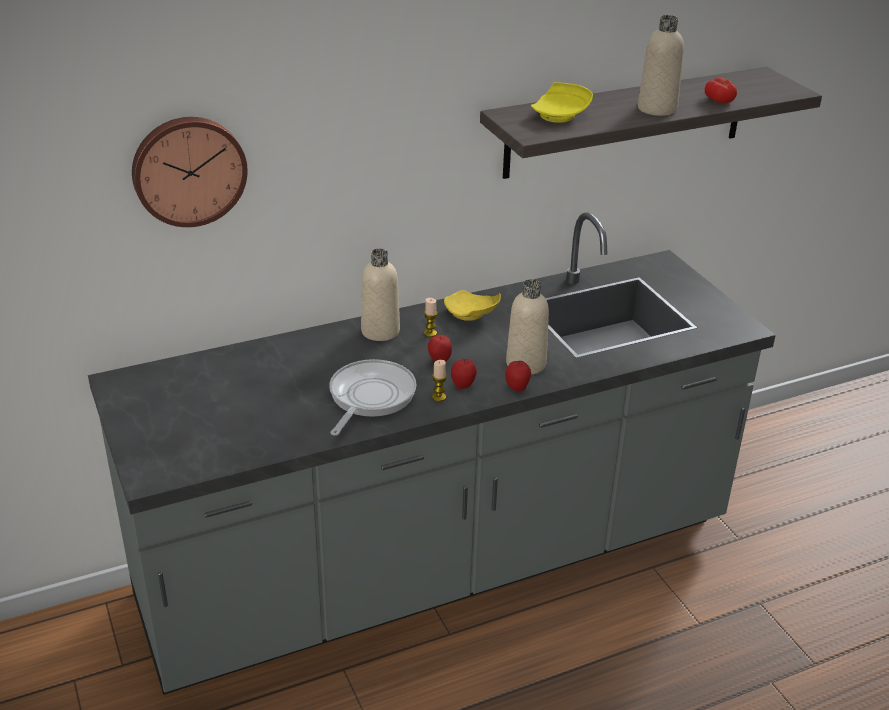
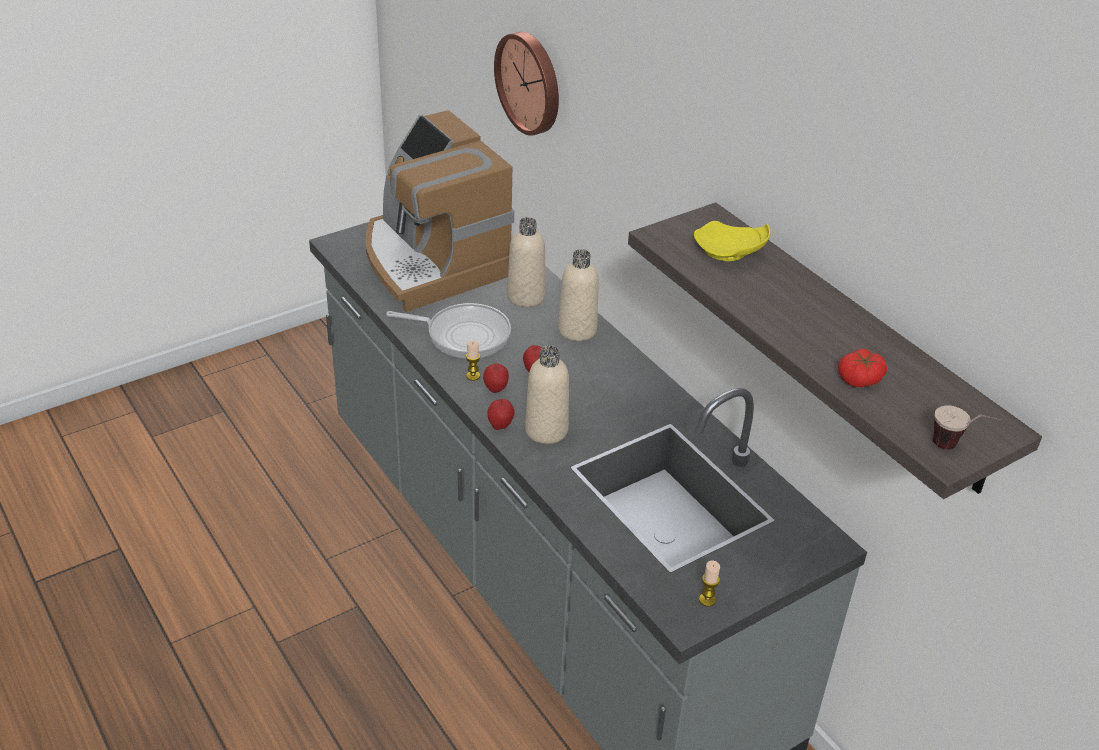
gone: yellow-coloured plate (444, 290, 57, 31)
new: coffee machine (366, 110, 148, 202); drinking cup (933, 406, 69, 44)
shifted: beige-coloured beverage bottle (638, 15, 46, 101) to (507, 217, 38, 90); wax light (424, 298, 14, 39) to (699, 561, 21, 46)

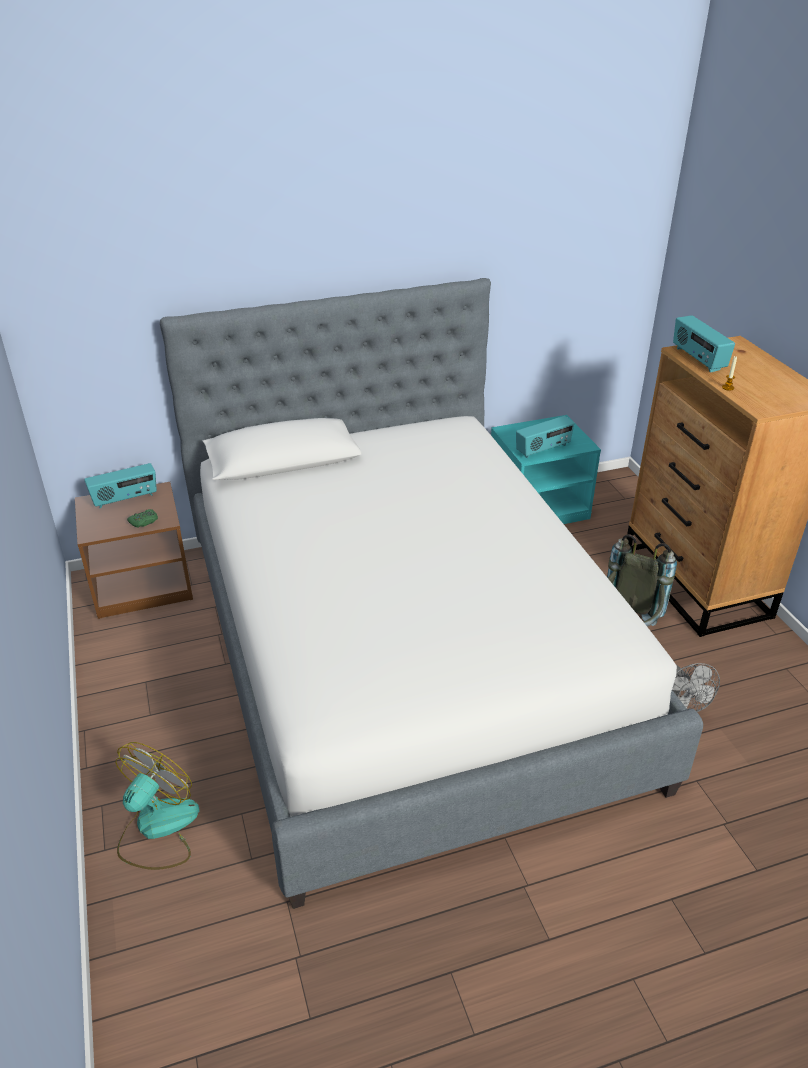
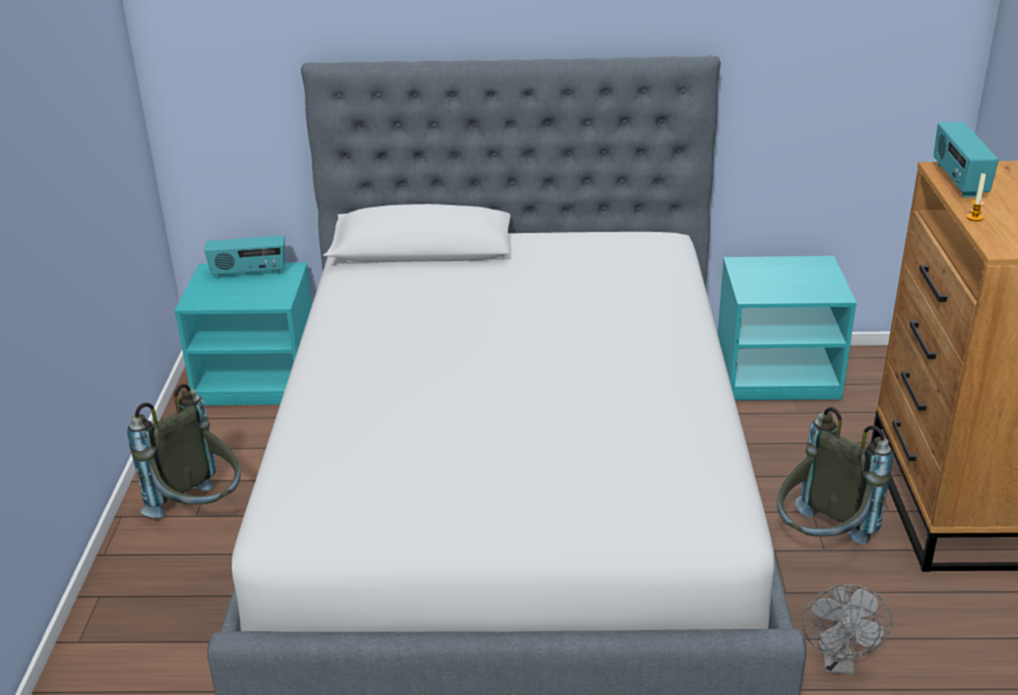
gone: fan (115, 742, 85, 128); greenish gamepad (127, 509, 31, 19); radio receiver (516, 416, 59, 42)
new: gray backpack (127, 384, 114, 134)
repainted: brown night table (75, 482, 118, 137) to turquoise-coloured night table (174, 262, 138, 143)

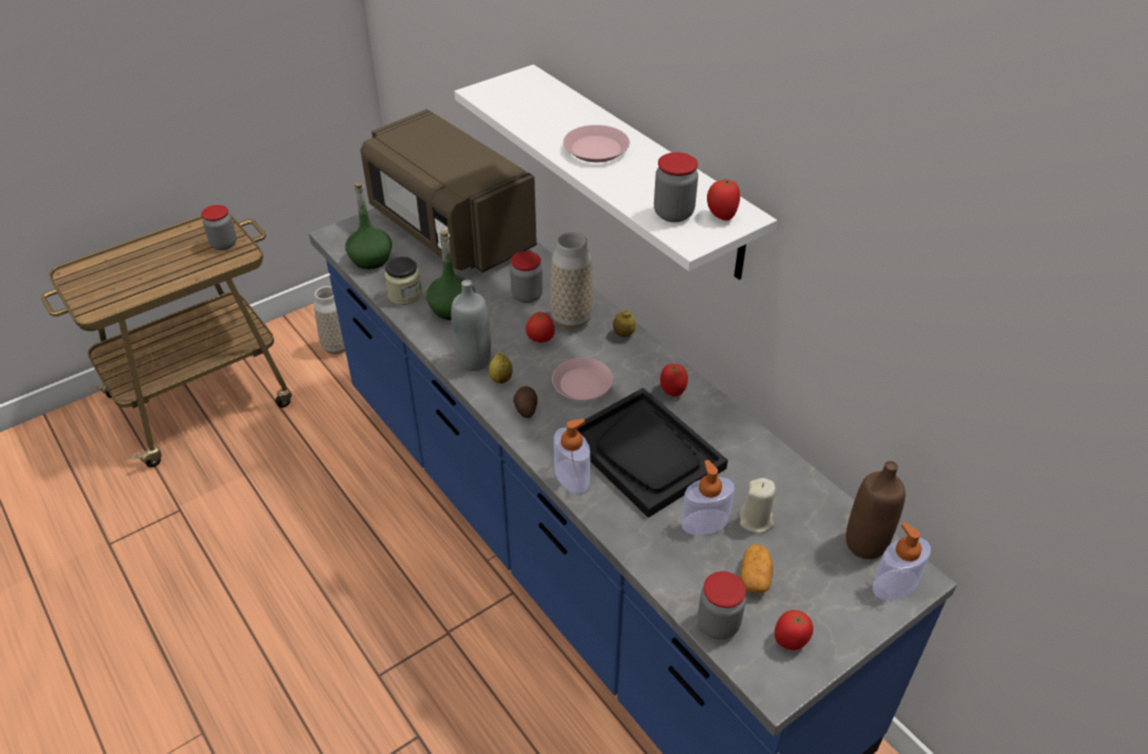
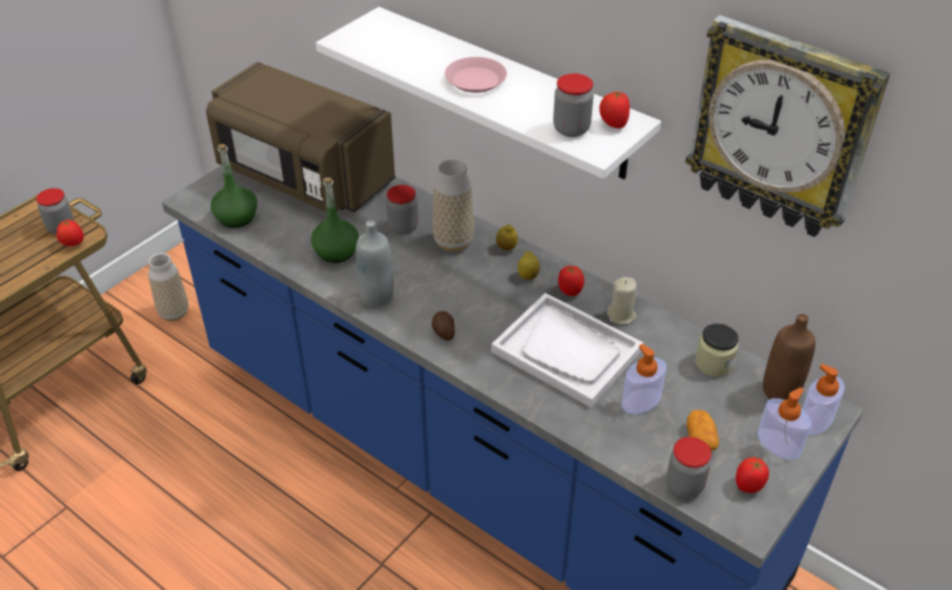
gone: pink plate (552, 358, 61, 42)
new: wall clock (685, 15, 205, 222)
shifted: tomato (526, 312, 29, 31) to (56, 220, 28, 26); whole lemon (489, 352, 24, 32) to (518, 251, 22, 29); beige-coloured wax light (739, 478, 37, 55) to (607, 277, 30, 48); preserve jar (384, 257, 38, 48) to (695, 323, 44, 54); soap bottle (554, 418, 36, 75) to (757, 387, 55, 73)
repainted: blackish tray (577, 388, 151, 130) to white tray (491, 293, 152, 114)

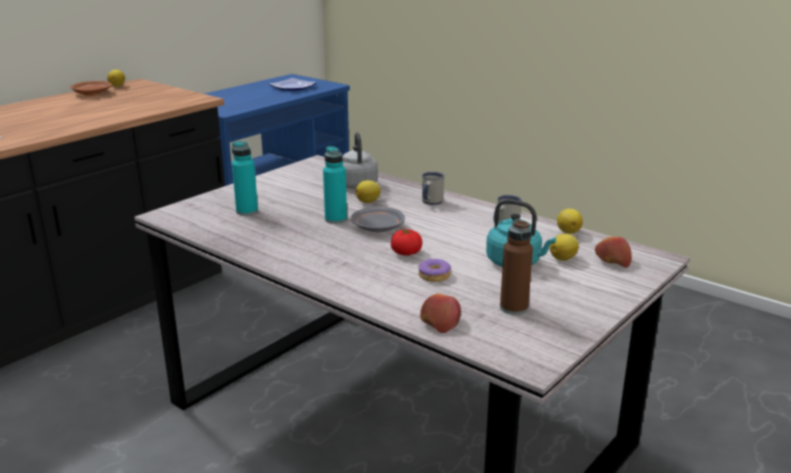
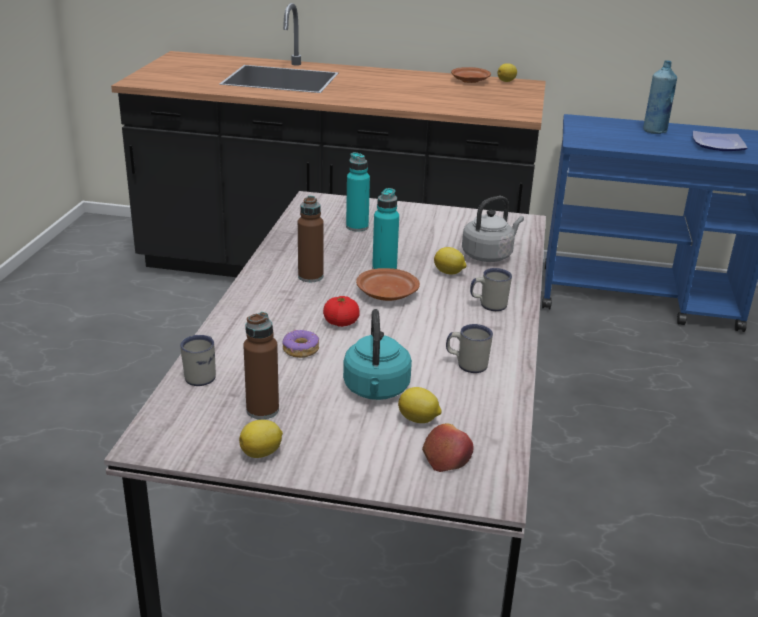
new: brown beverage bottle (298, 196, 26, 86); bluish beverage bottle (643, 61, 34, 73)
shifted: whole lemon (557, 209, 26, 25) to (239, 420, 44, 38)
swapped: apple (420, 293, 41, 40) to white tea mug (180, 335, 36, 51)
repainted: gray plate (351, 207, 54, 25) to brown plate (356, 268, 64, 33)

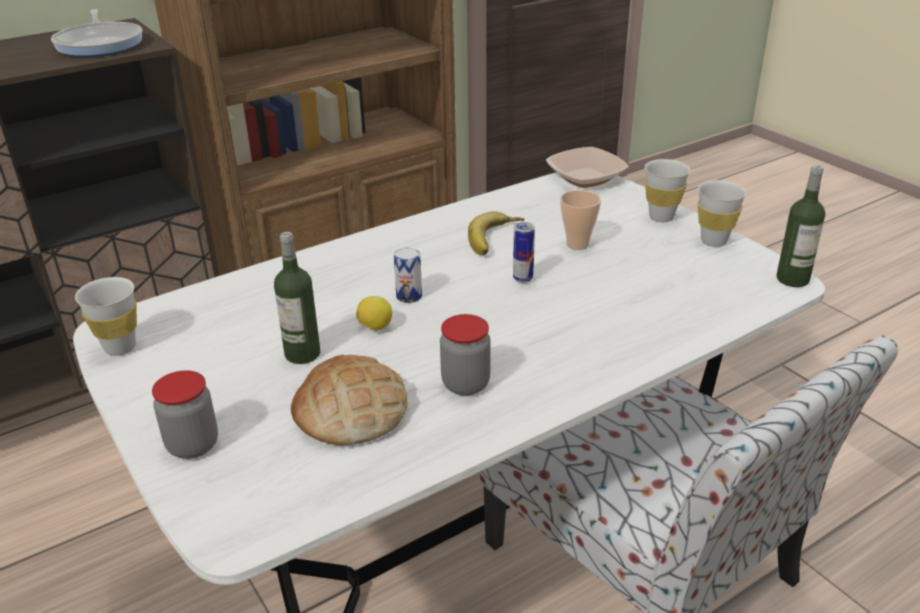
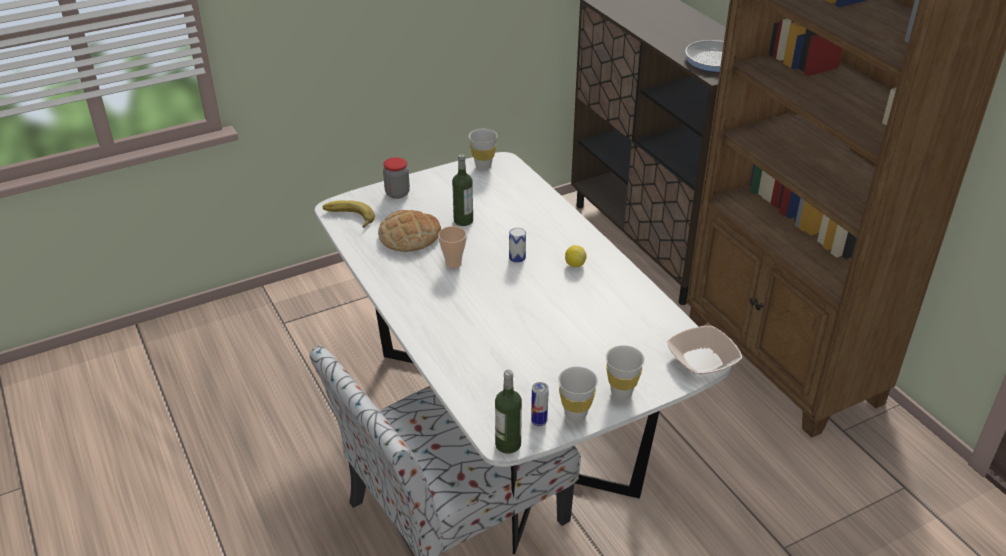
gone: preserve jar (440, 314, 51, 82)
shifted: banana fruit (468, 211, 56, 44) to (323, 201, 52, 27); drinking cup (560, 190, 41, 60) to (438, 226, 29, 42); sealed can (513, 222, 22, 61) to (531, 382, 18, 44); whole lemon (356, 296, 36, 35) to (565, 245, 22, 22)

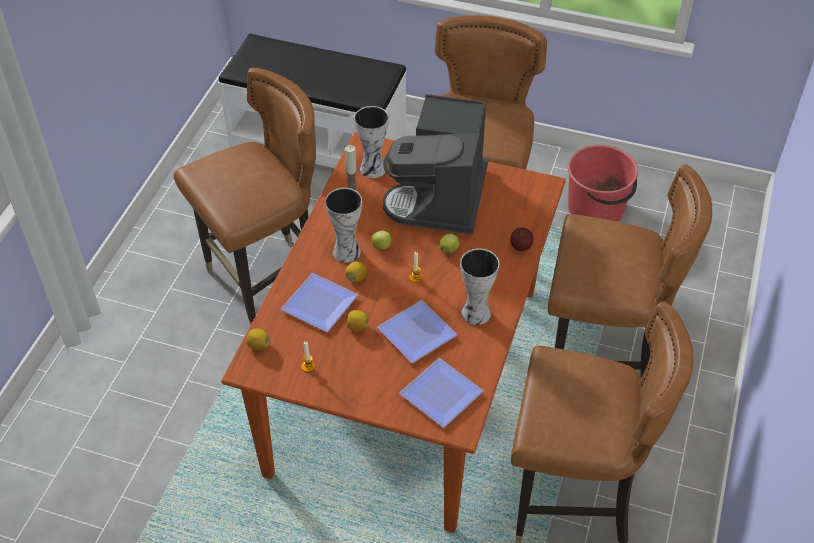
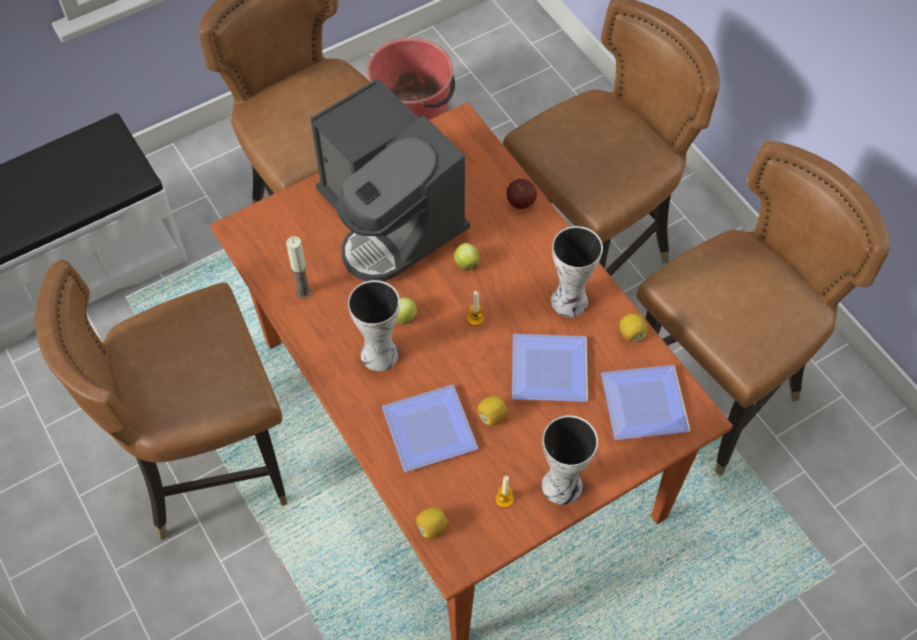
shifted: flower vase (354, 106, 35, 72) to (542, 415, 56, 90); whole lemon (345, 261, 22, 22) to (620, 313, 28, 29)
rotated: brown plain chair (174, 68, 142, 258) = (35, 260, 253, 281) 120 degrees counterclockwise

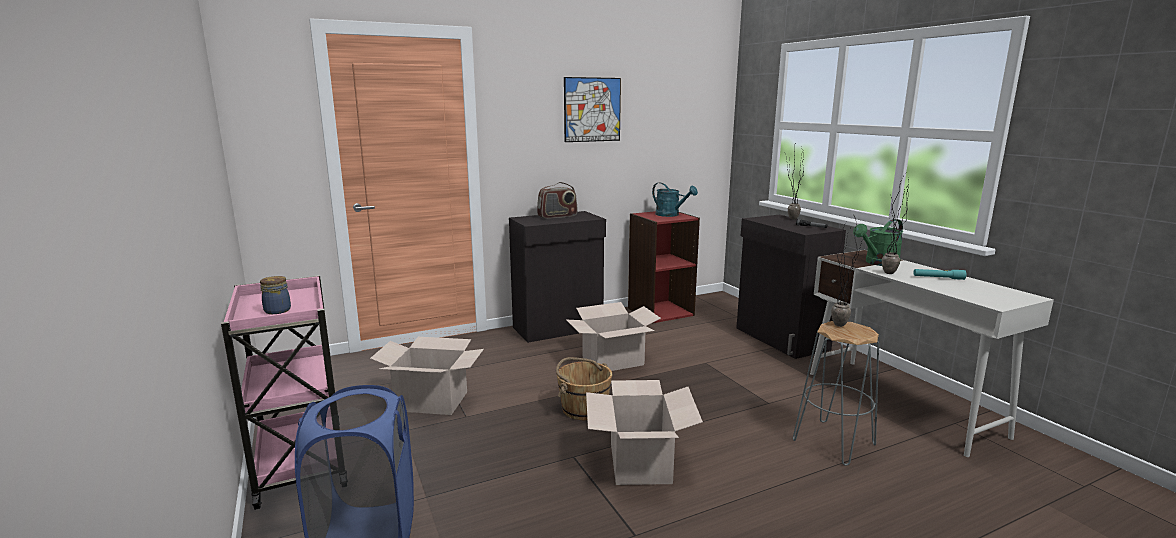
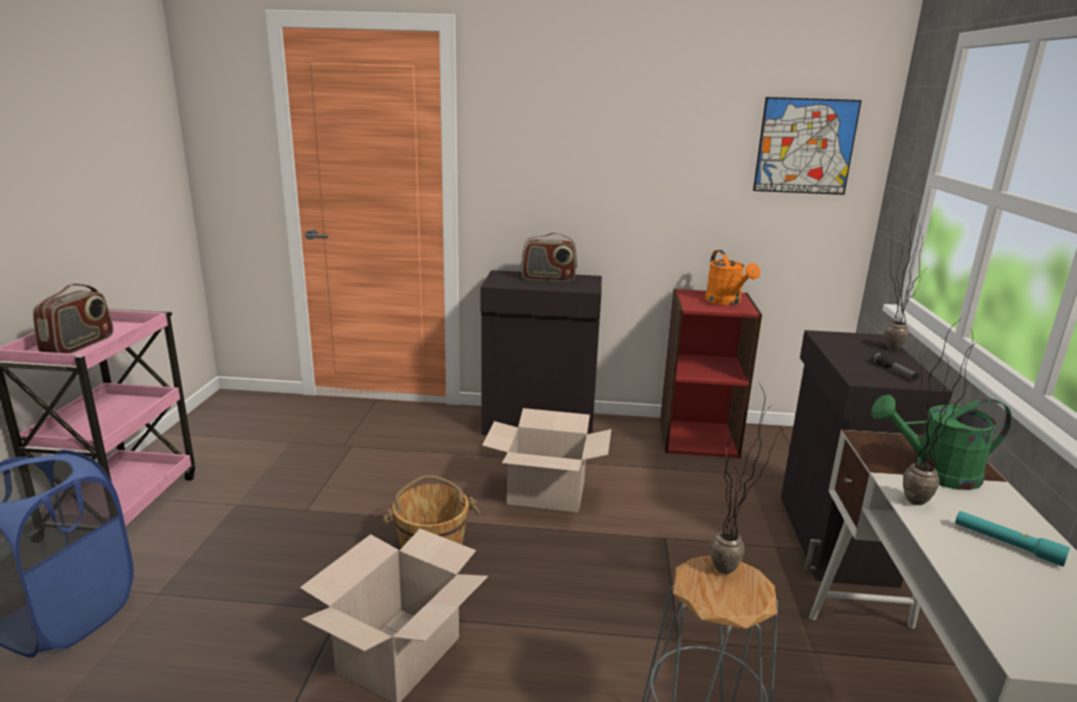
gone: carton (370, 337, 114, 78)
shifted: wall art (564, 77, 57, 65) to (753, 97, 109, 98)
swapped: preserve jar (260, 276, 31, 38) to radio receiver (33, 284, 80, 70)
repainted: turquoise-coloured watering can (652, 183, 46, 34) to orangey watering can (705, 250, 55, 55)

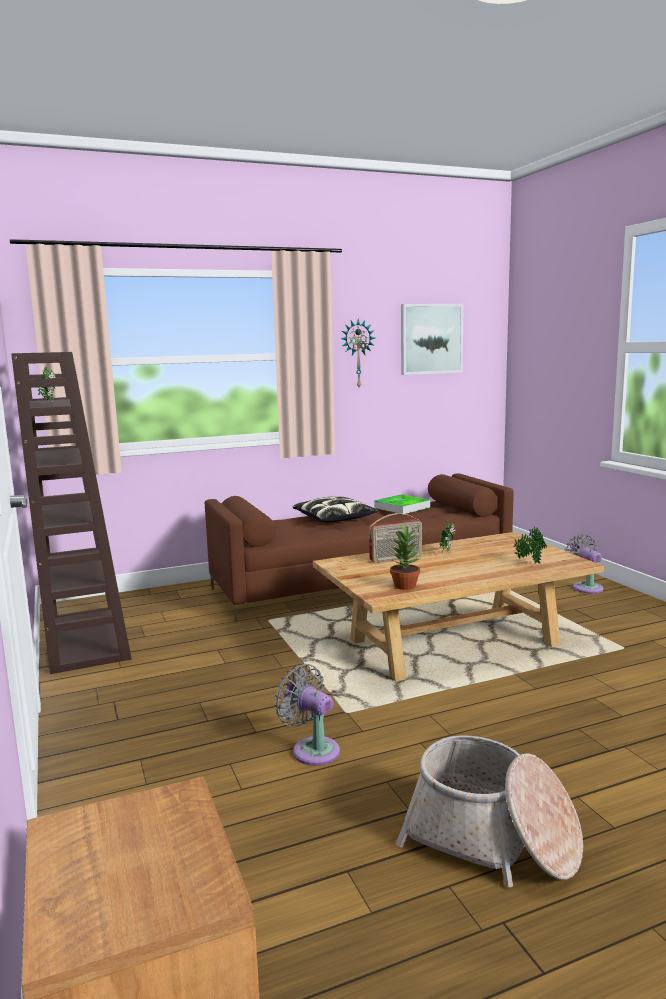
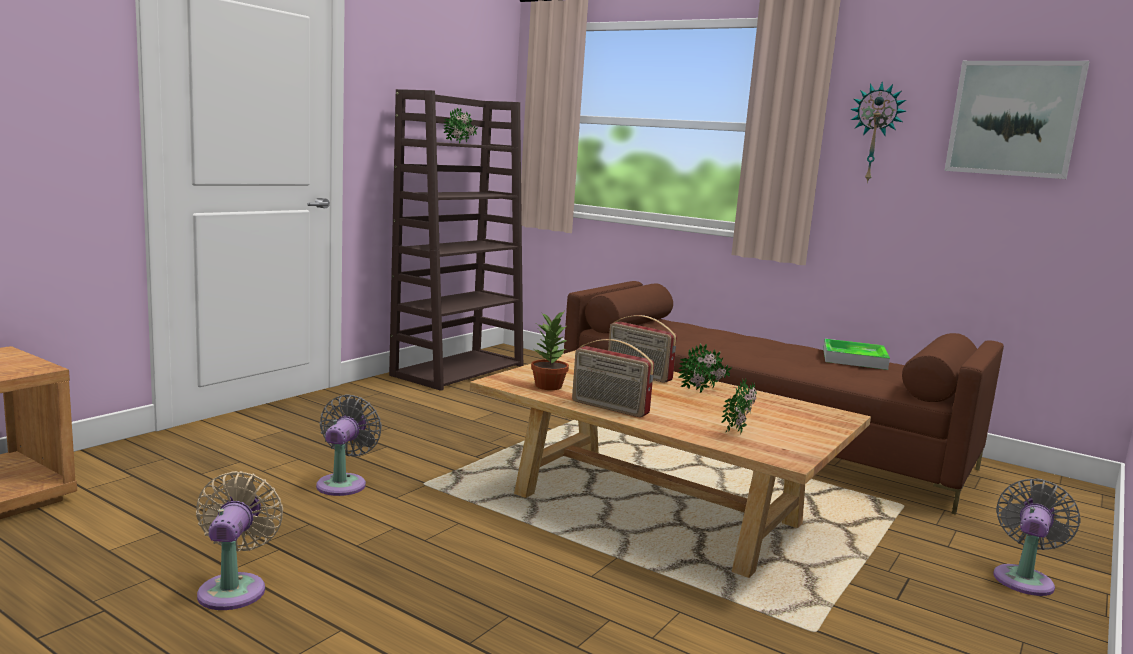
gone: pillow (293, 496, 85, 27)
new: radio receiver (572, 339, 82, 78)
swapped: household basket (396, 735, 187, 152) to beige-coloured fan (196, 471, 87, 139)

